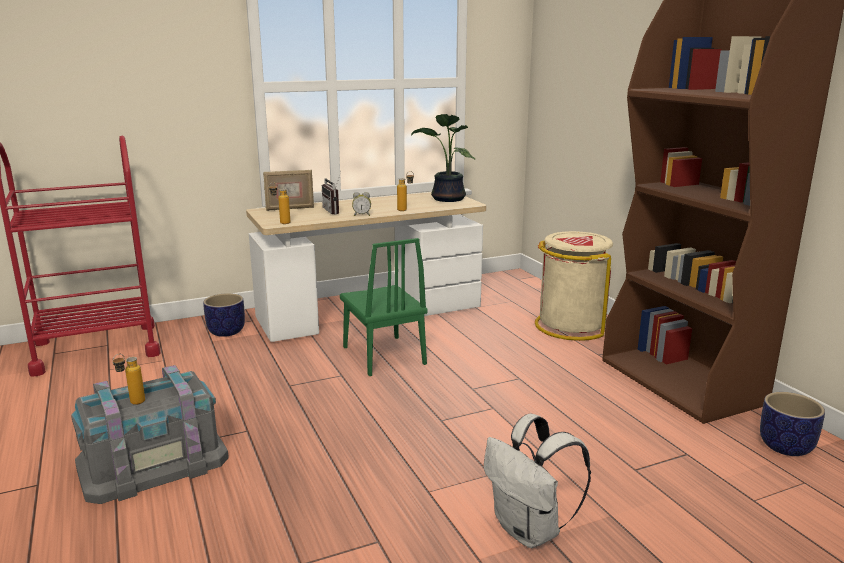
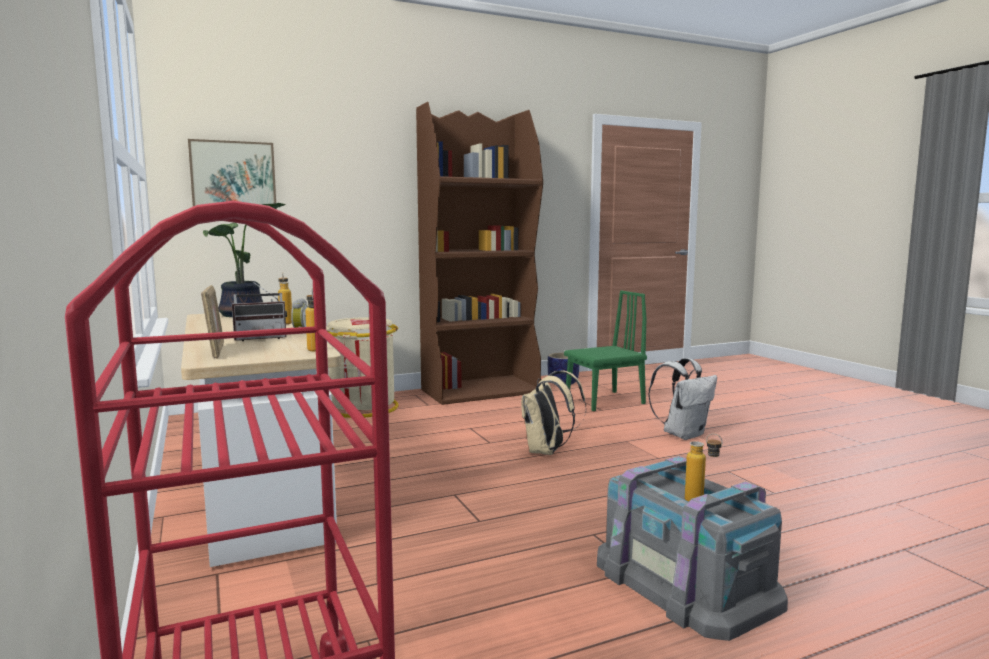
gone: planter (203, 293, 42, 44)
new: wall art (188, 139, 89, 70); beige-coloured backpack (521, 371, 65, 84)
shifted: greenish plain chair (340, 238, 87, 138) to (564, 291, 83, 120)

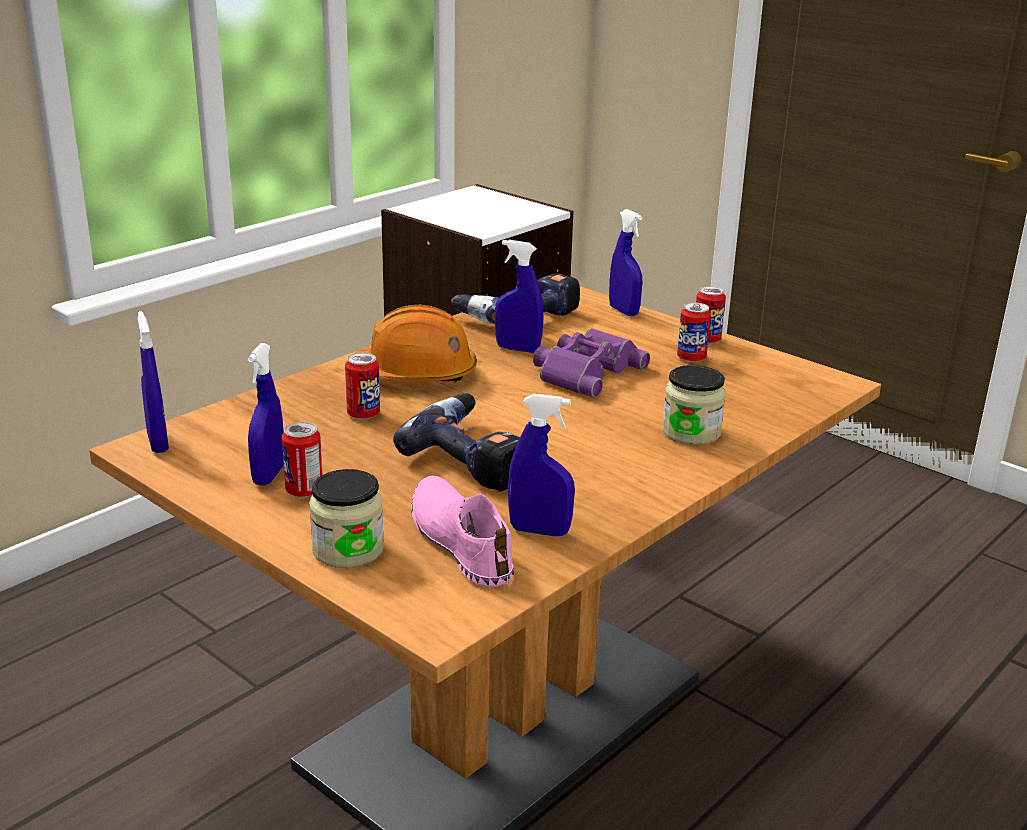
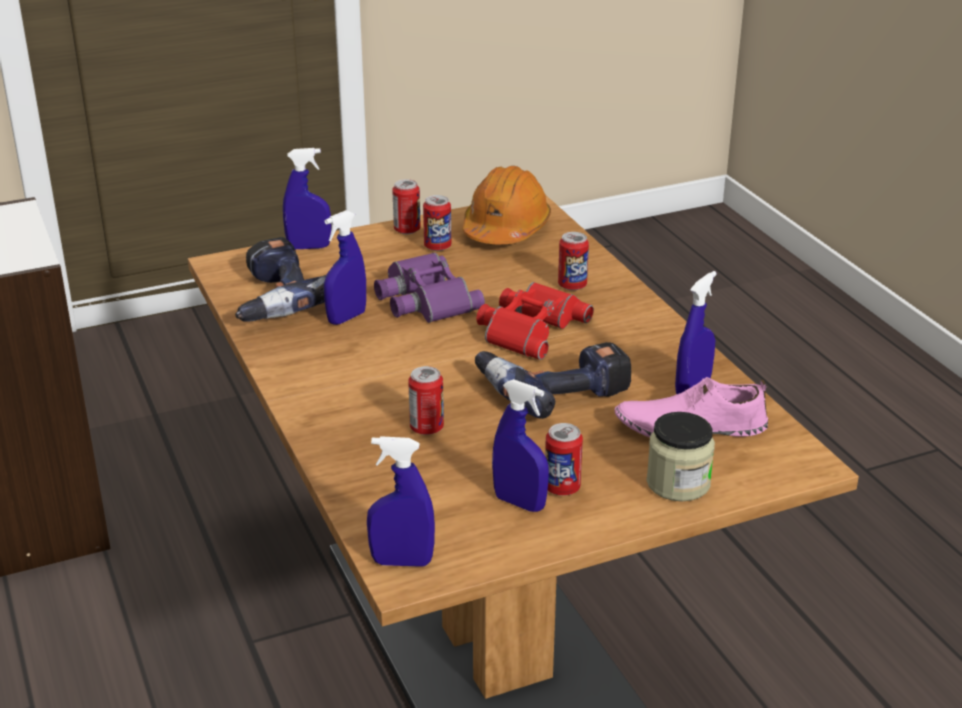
new: red binoculars (476, 282, 118, 78)
shifted: orangey hard hat (354, 305, 123, 77) to (462, 166, 89, 78)
swapped: preserve jar (662, 365, 64, 80) to sealed can (558, 232, 31, 59)

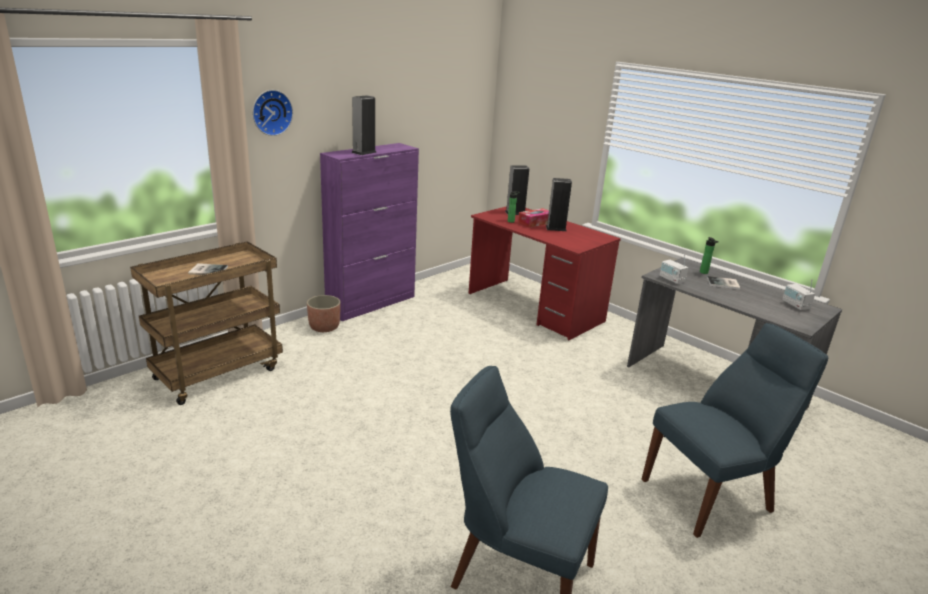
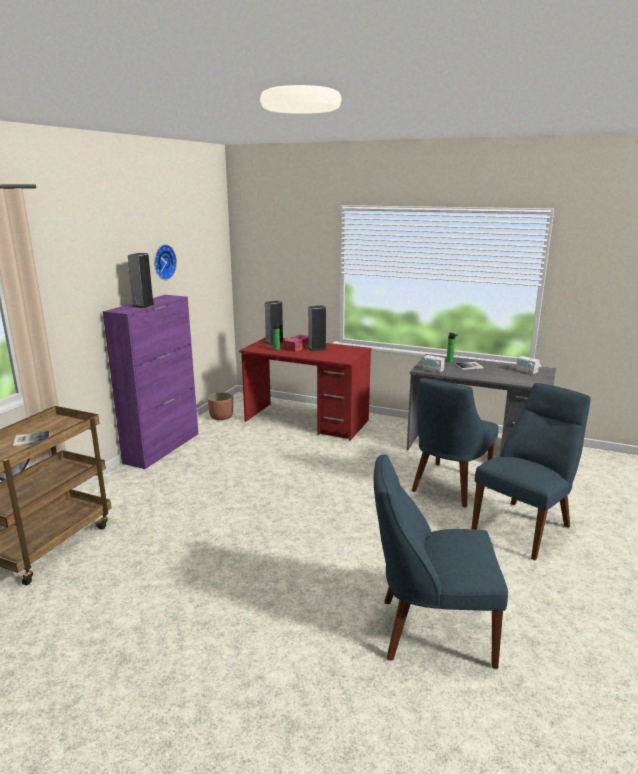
new: bluish plain chair (411, 378, 87, 130)
shifted: wall clock (252, 90, 41, 46) to (154, 244, 23, 36); planter (307, 295, 34, 37) to (207, 392, 26, 28)

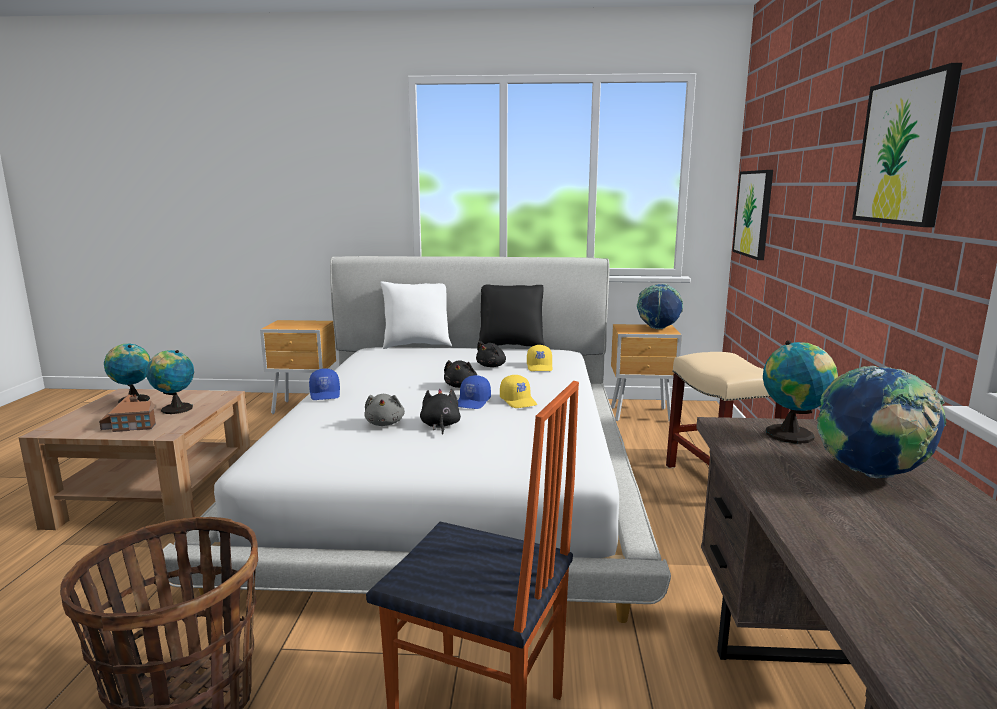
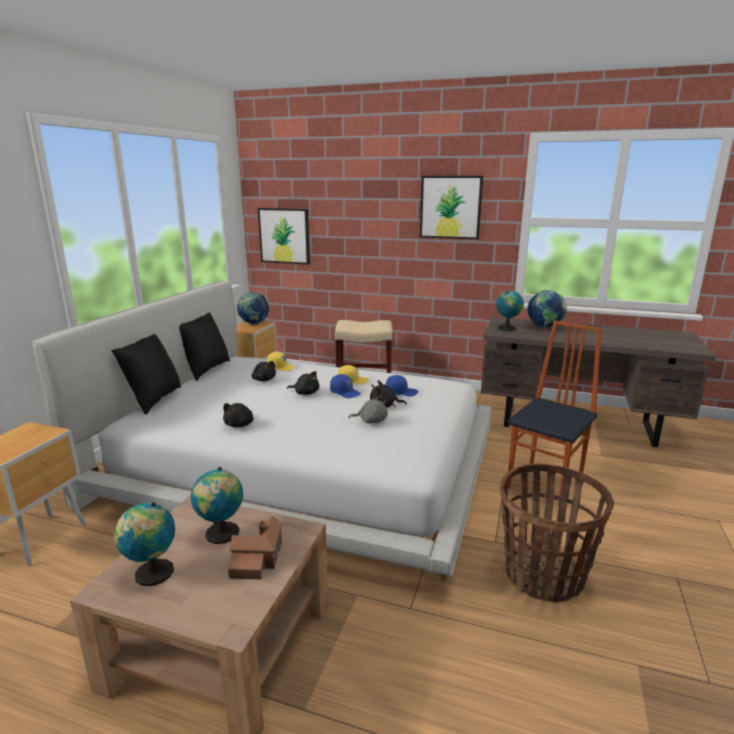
new: blackish cuddly toy (223, 403, 31, 24)
shifted: bluish cap (309, 368, 31, 32) to (386, 375, 32, 21)
repainted: white pillow (380, 281, 72, 68) to blackish pillow (111, 334, 70, 81)

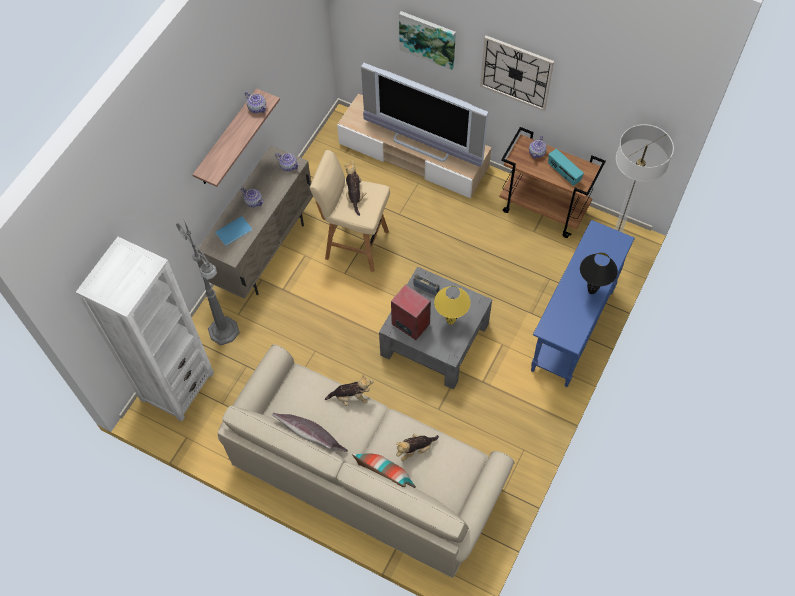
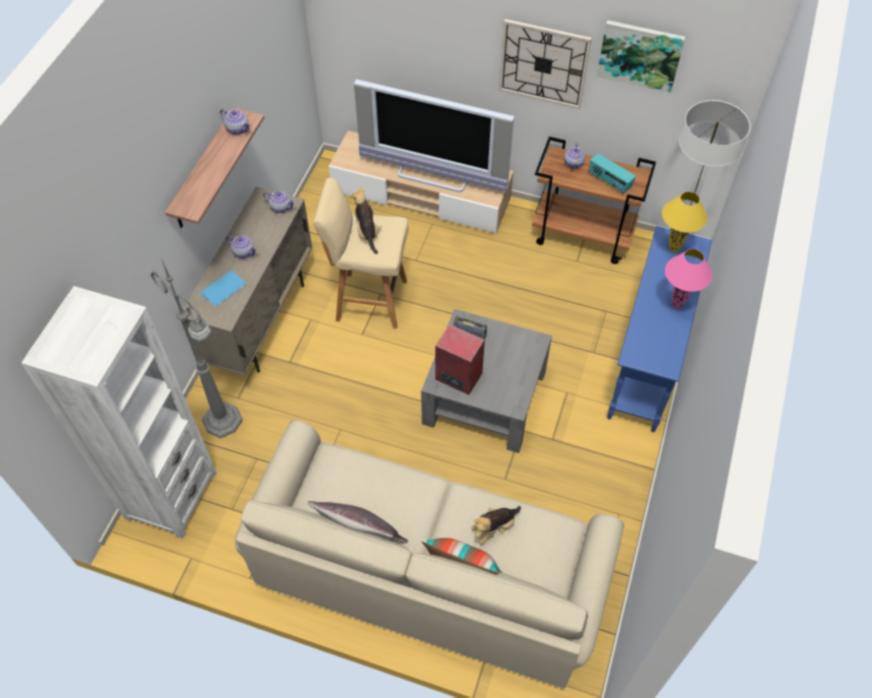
gone: cuddly toy (325, 375, 49, 31)
shifted: wall art (399, 11, 57, 59) to (597, 20, 88, 73); yellow-coloured lamp for a table (434, 286, 36, 39) to (662, 192, 45, 60)
repainted: blackish lamp for a table (580, 253, 38, 41) to pink lamp for a table (665, 249, 47, 60)

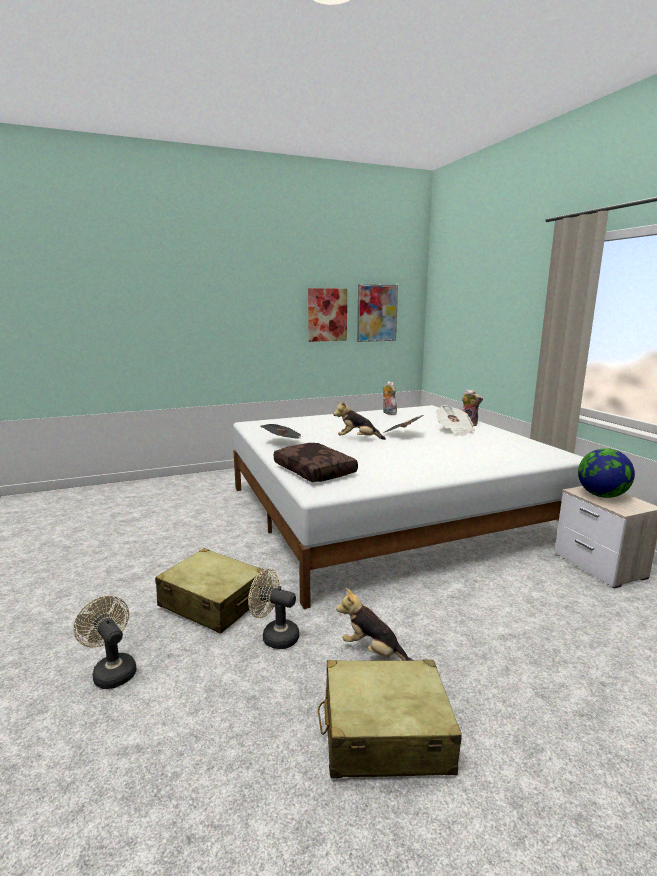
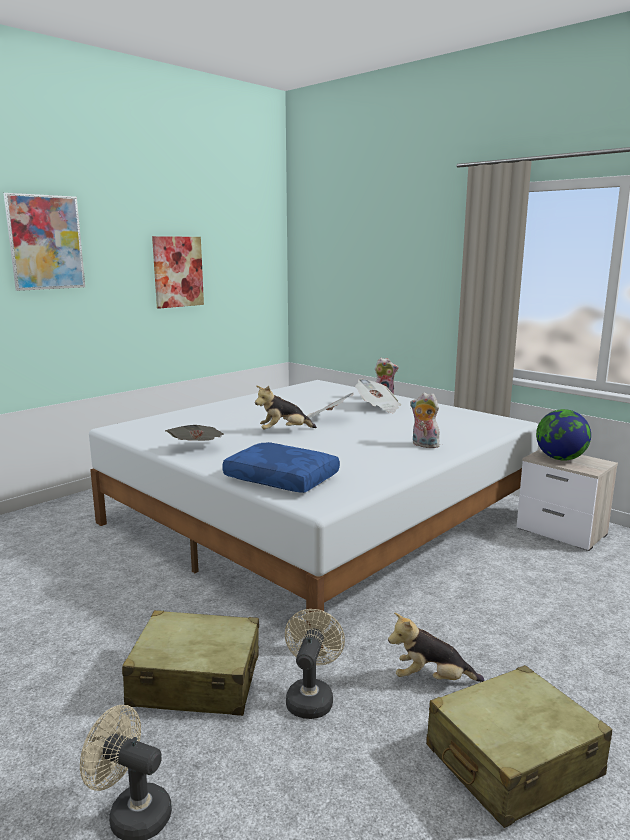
shifted: wall art (357, 284, 41, 58) to (4, 193, 81, 98); cuddly toy (383, 381, 15, 34) to (410, 392, 30, 57)
repainted: brown pillow (274, 443, 84, 39) to bluish pillow (222, 442, 118, 51)
rotated: beige-coloured fan (248, 569, 51, 80) = (285, 609, 60, 110) 105 degrees clockwise

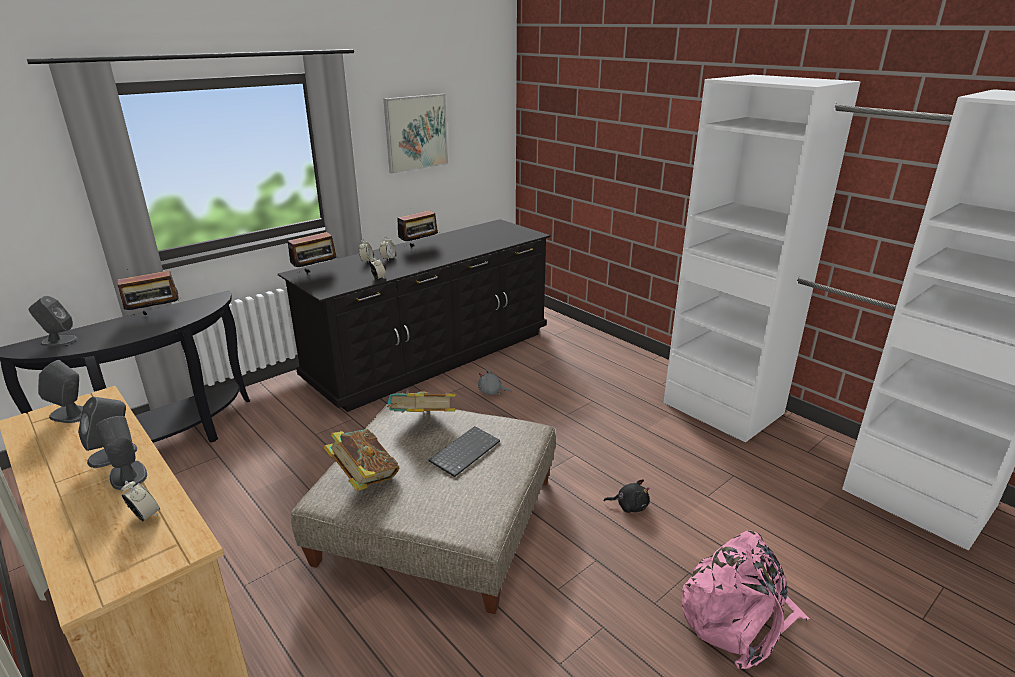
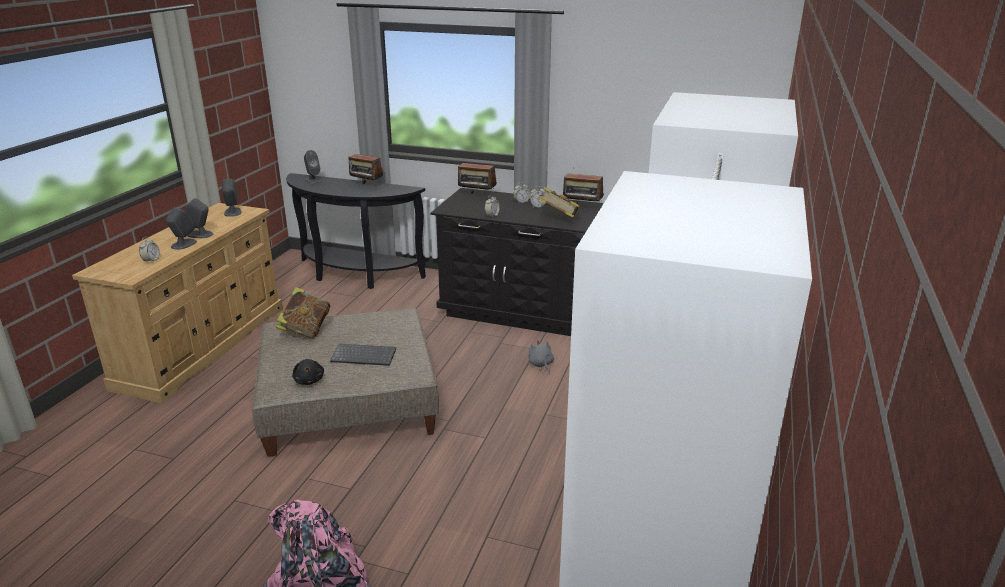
gone: wall art (384, 94, 64, 79)
shifted: blackish cuddly toy (604, 479, 46, 34) to (292, 359, 32, 26); volume (387, 391, 68, 22) to (538, 187, 42, 31)

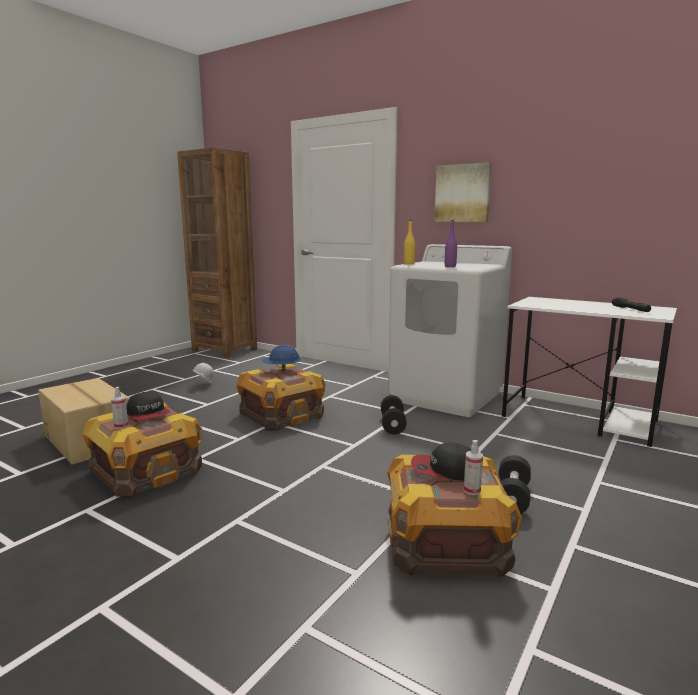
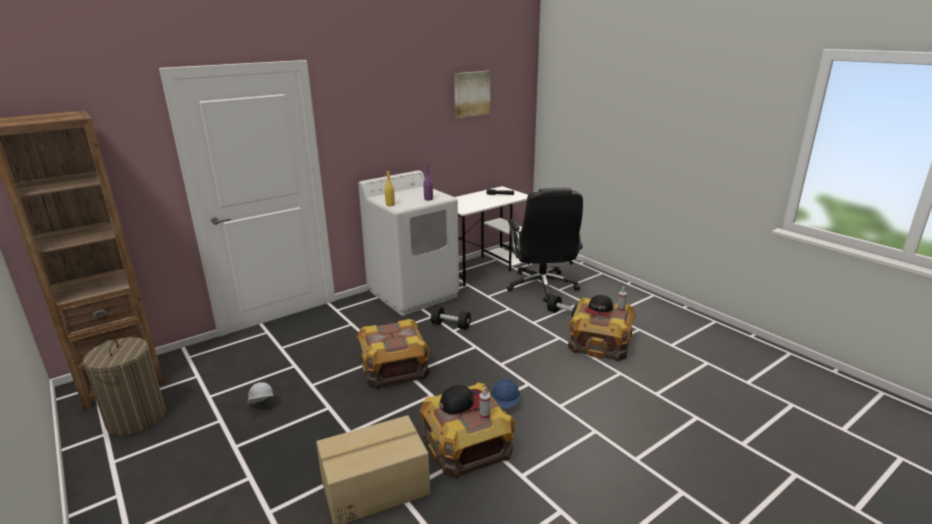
new: laundry basket (83, 337, 83, 99); blackish computer chair (507, 188, 76, 115)
shifted: wall art (434, 162, 57, 60) to (454, 71, 36, 47); bluish hard hat (262, 344, 39, 27) to (490, 379, 31, 29)

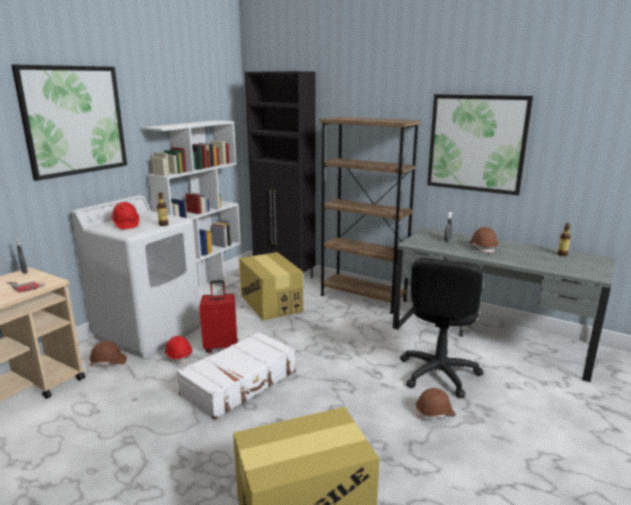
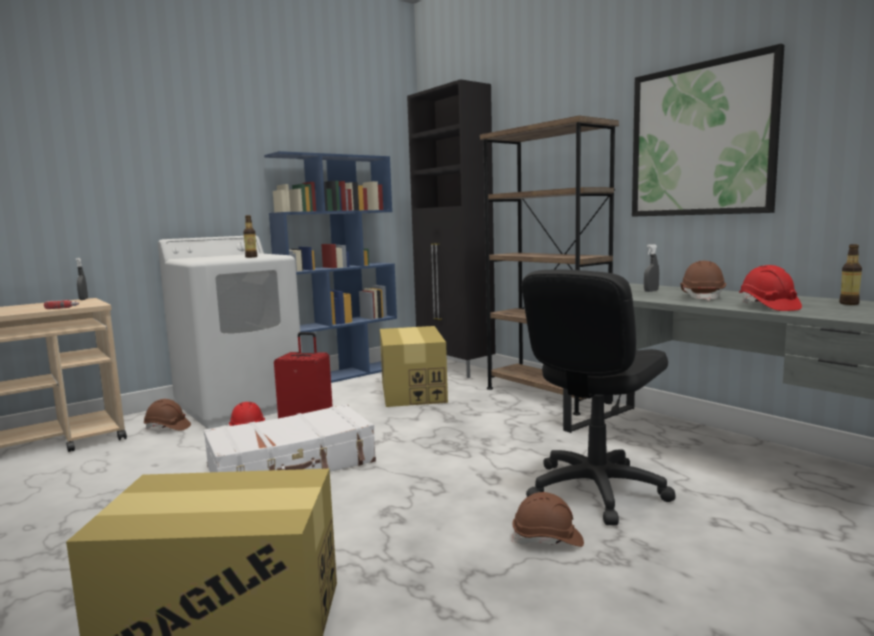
gone: wall art (11, 65, 116, 116)
shifted: red hard hat (111, 202, 28, 27) to (739, 265, 63, 46)
repainted: white bookshelf (142, 120, 99, 181) to bluish bookshelf (264, 151, 133, 232)

